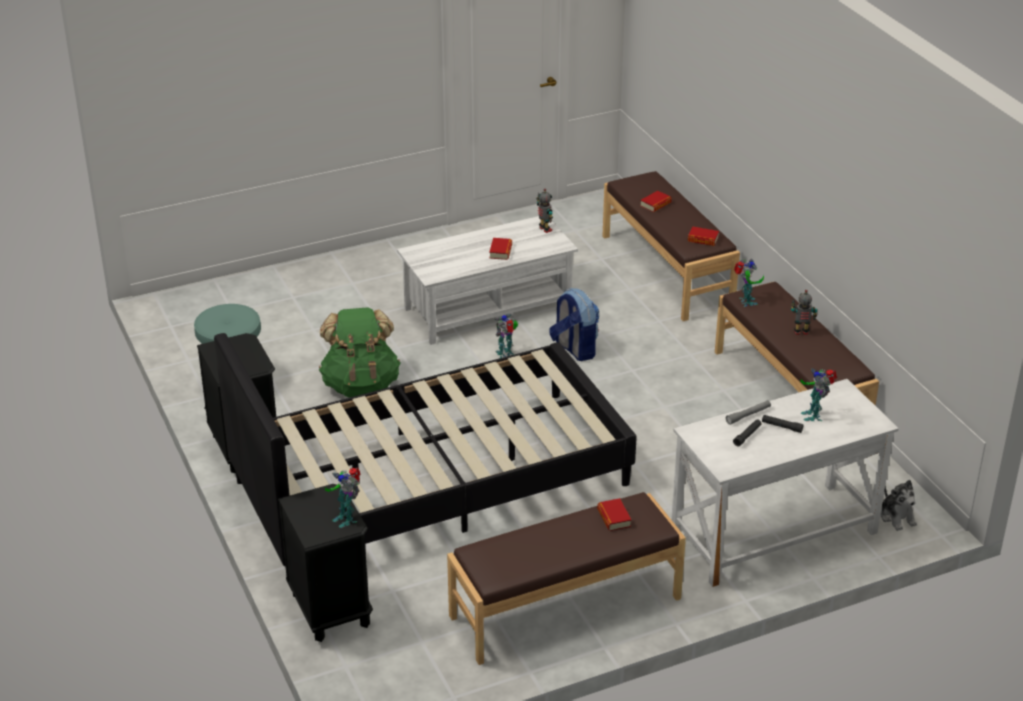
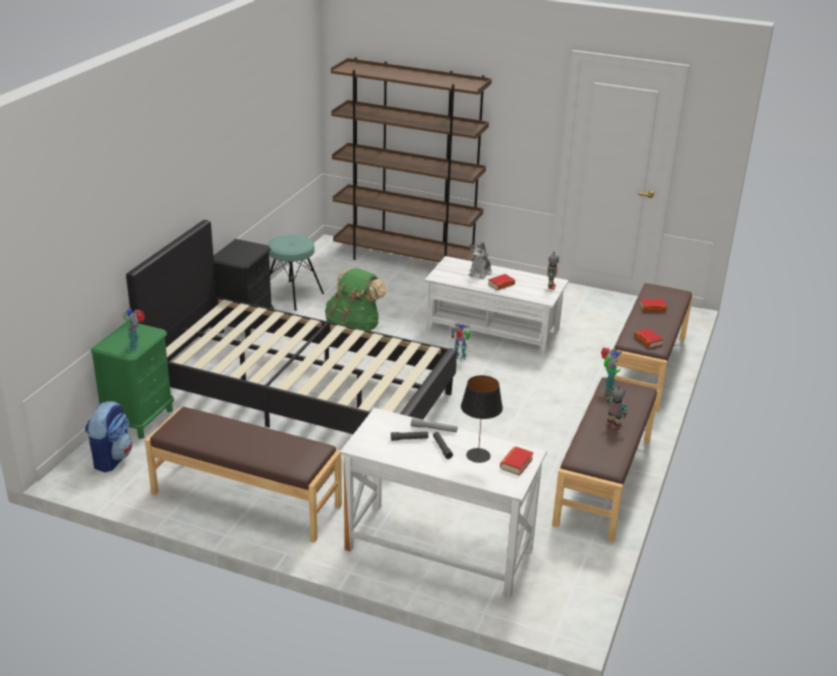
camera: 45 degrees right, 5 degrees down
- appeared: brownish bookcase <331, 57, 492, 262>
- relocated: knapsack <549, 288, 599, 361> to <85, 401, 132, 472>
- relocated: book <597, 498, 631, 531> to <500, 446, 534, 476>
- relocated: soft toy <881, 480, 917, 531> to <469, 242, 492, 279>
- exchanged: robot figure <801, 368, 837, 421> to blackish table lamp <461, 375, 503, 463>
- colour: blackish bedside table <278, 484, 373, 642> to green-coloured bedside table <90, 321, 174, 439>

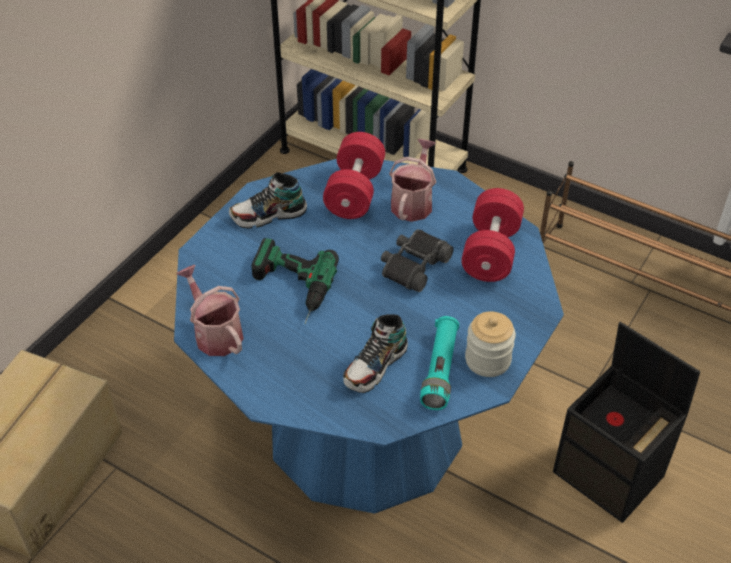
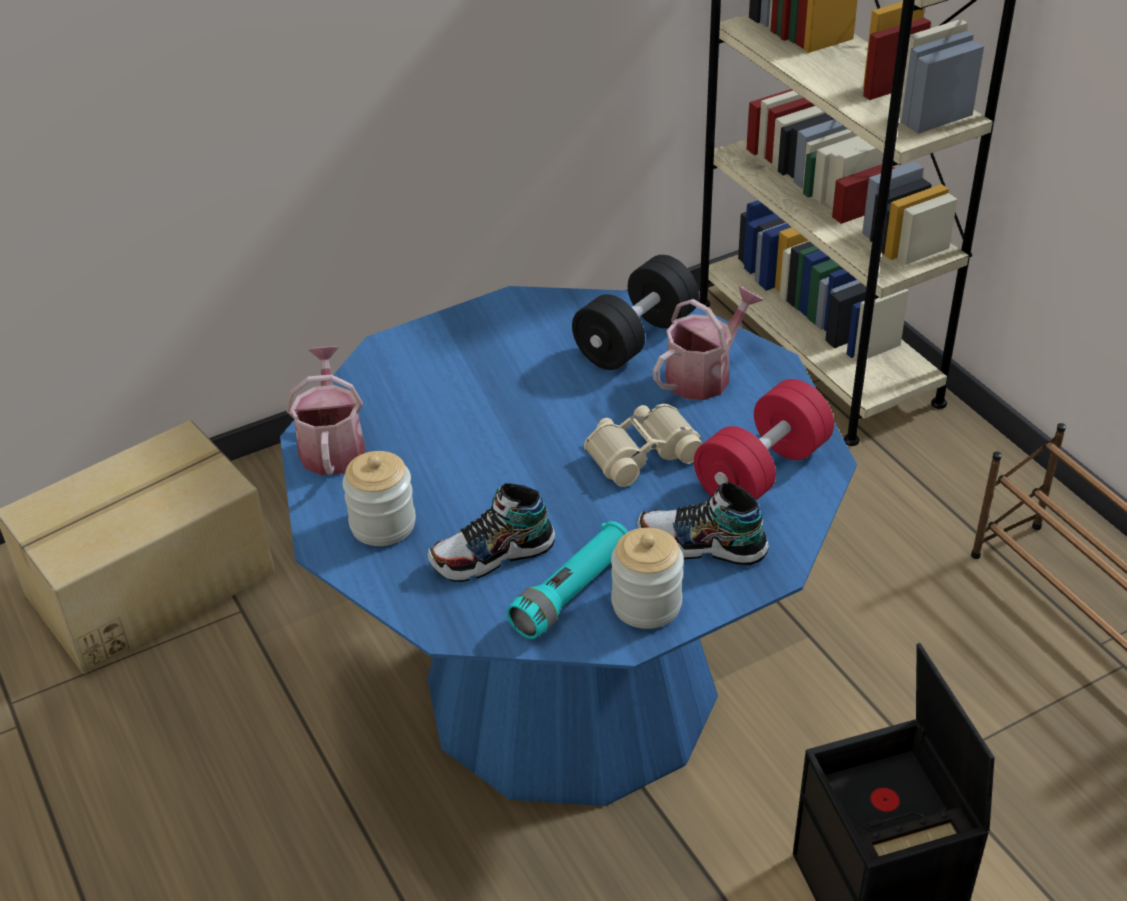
camera: 30 degrees right, 5 degrees down
- missing: drill <252, 238, 339, 324>
- appeared: storage jar <342, 451, 416, 546>
- relocated: item of footwear <229, 172, 307, 229> to <637, 482, 769, 565>
- colour: reddish hand weight <323, 132, 385, 219> to blackish hand weight <572, 255, 699, 370>
- colour: blackish field glasses <381, 229, 454, 292> to beige-coloured field glasses <584, 404, 702, 487>

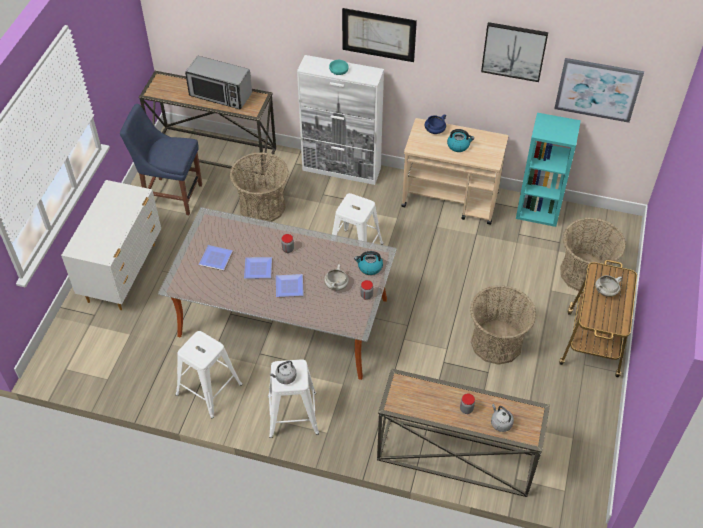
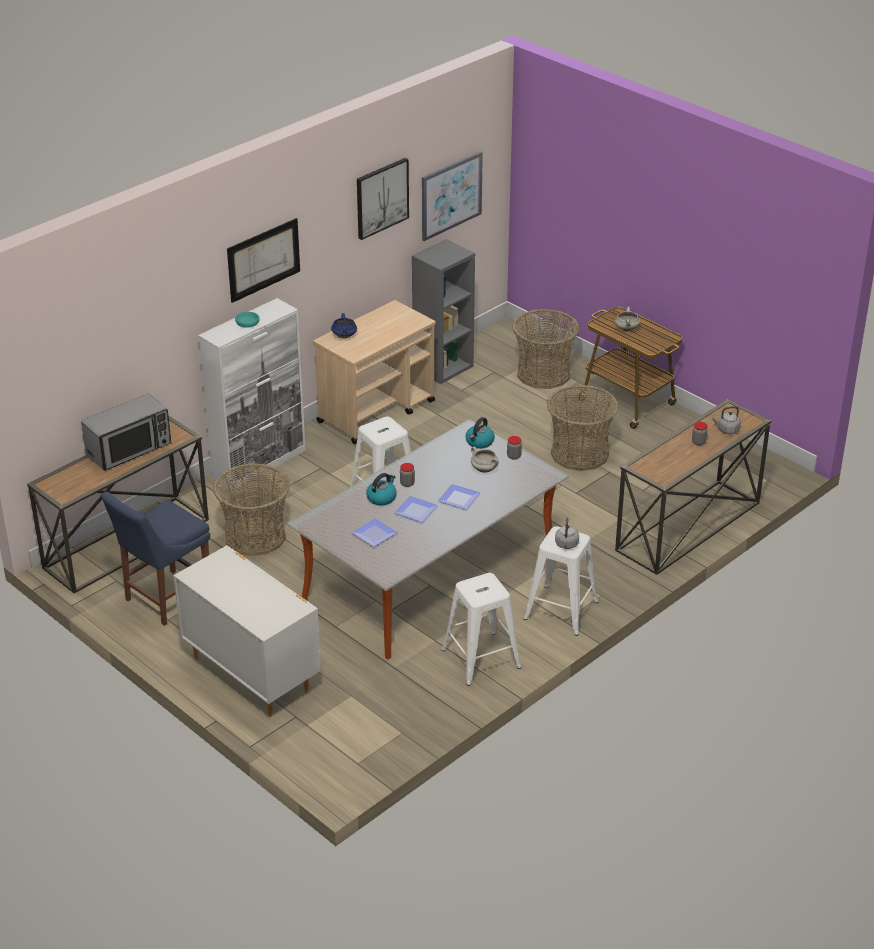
camera: 60 degrees left, 15 degrees down
- relocated: kettle <447, 129, 474, 152> to <366, 473, 397, 506>
- colour: turquoise bookcase <516, 113, 581, 227> to grey bookcase <412, 239, 475, 384>

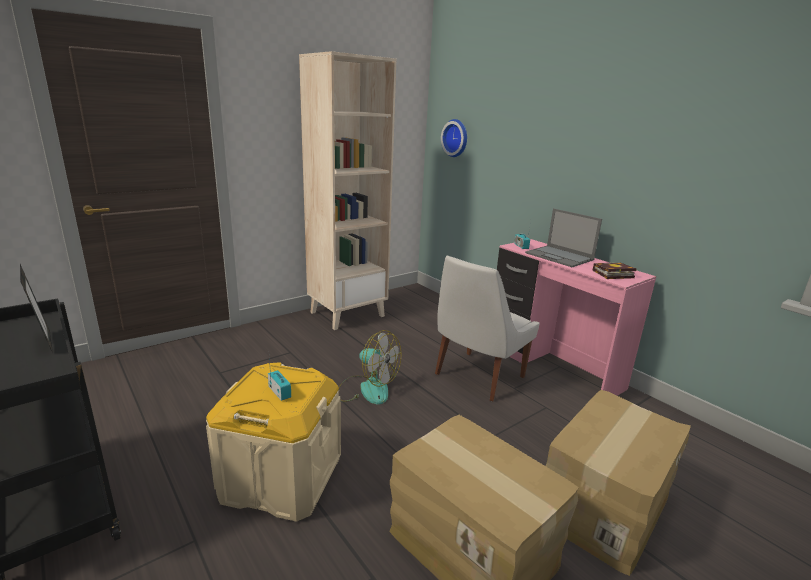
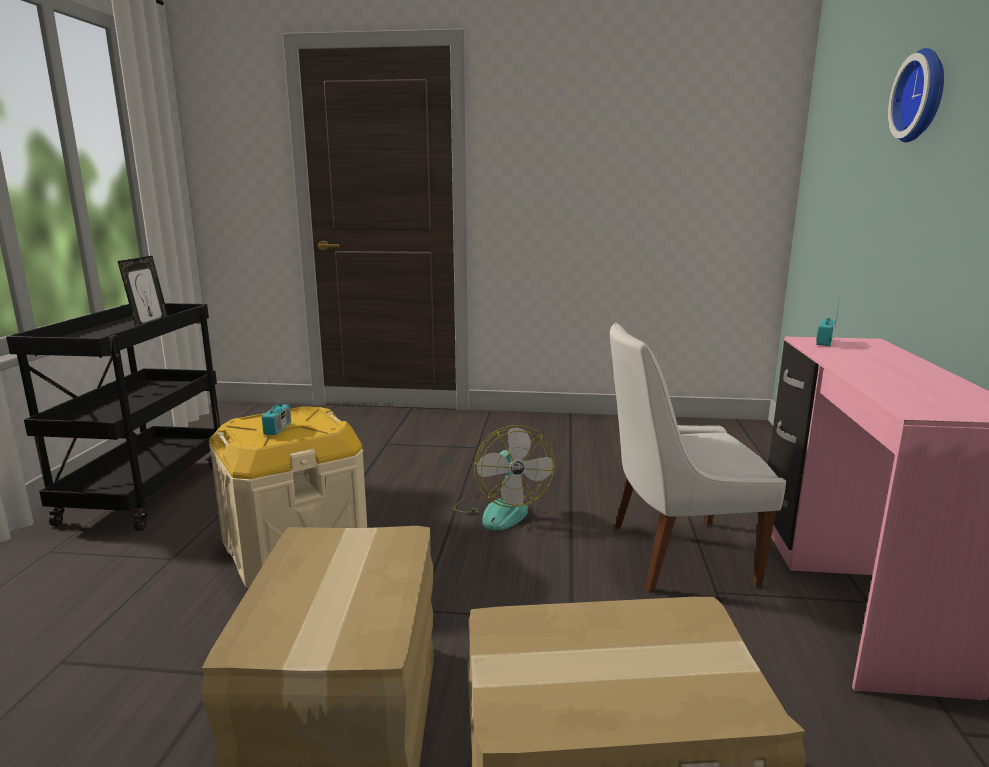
camera: 45 degrees right, 5 degrees down
- missing: beige-coloured bookcase <299, 51, 396, 330>
- missing: laptop <525, 209, 602, 267>
- missing: book <592, 263, 636, 279>
- relocated: wall clock <441, 119, 467, 157> to <888, 48, 944, 142>

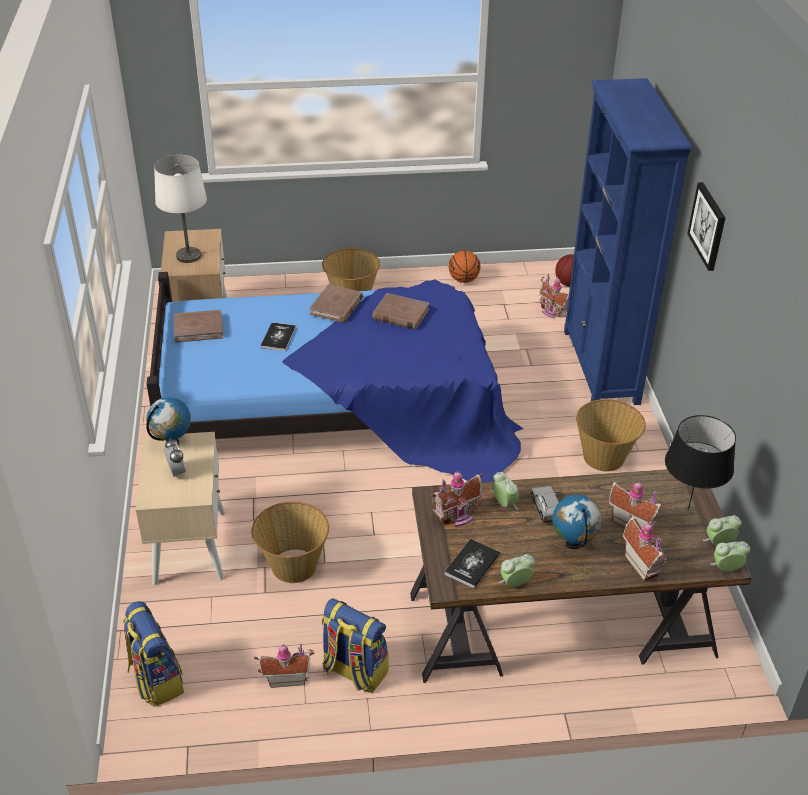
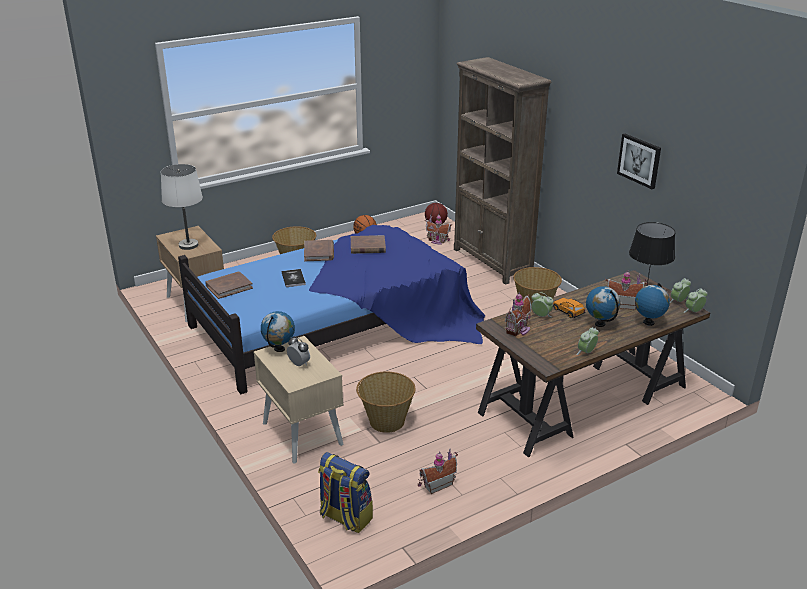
camera: 25 degrees left, 10 degrees down
- missing: knapsack <322, 598, 389, 693>
- missing: book <445, 539, 500, 588>
- relocated: wall art <687, 182, 725, 271> to <617, 134, 661, 189>
- exchanged: toy house <623, 514, 666, 581> to world globe <635, 283, 670, 326>
- colour: grey toy car <531, 486, 560, 523> to orange-coloured toy car <553, 298, 585, 318>
- colour: blue-coloured bookcase <564, 78, 692, 405> to brownish bookcase <454, 57, 551, 285>

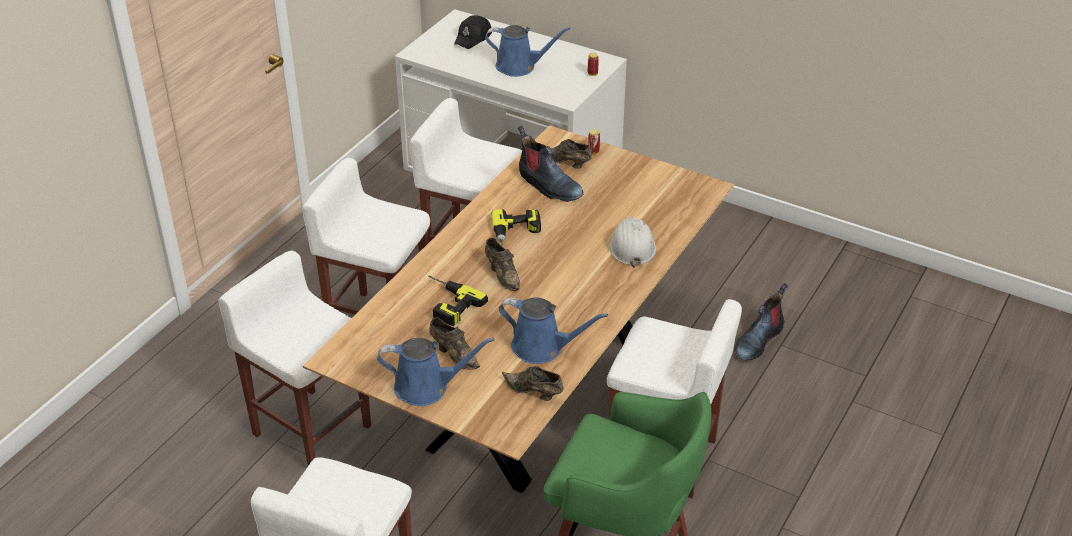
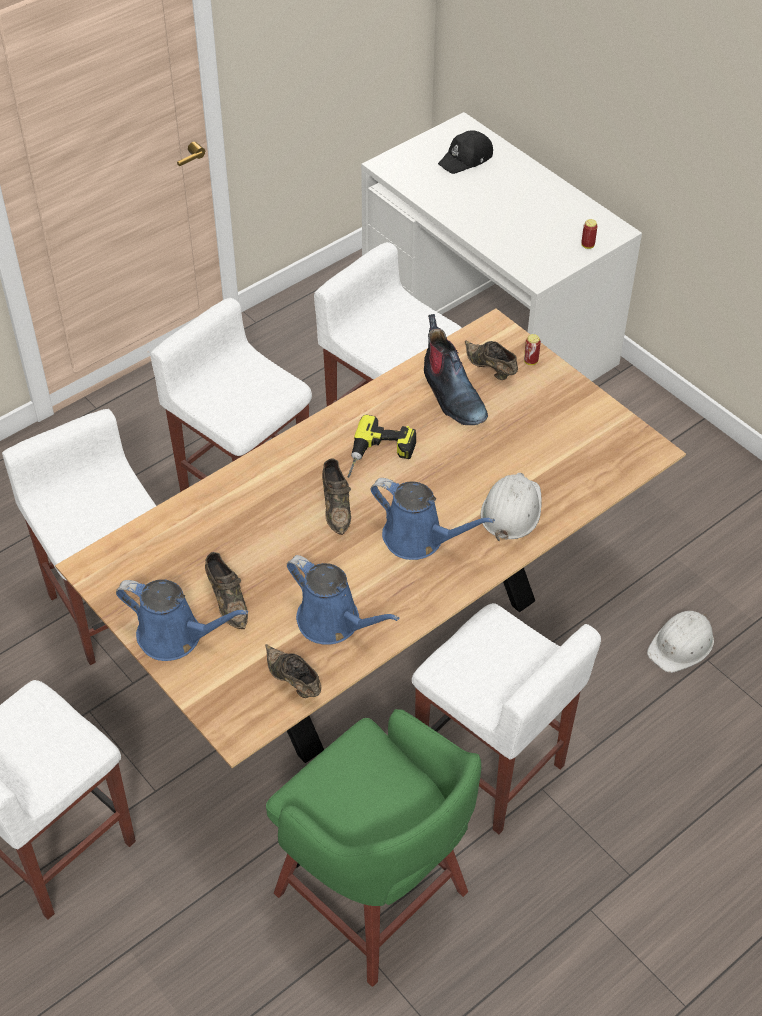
camera: 20 degrees right, 10 degrees up
- missing: drill <428, 276, 488, 326>
- relocated: blue-coloured watering can <485, 25, 571, 77> to <370, 478, 495, 560>
- exchanged: tall boot <734, 283, 788, 360> to whitish safety helmet <647, 611, 714, 673>

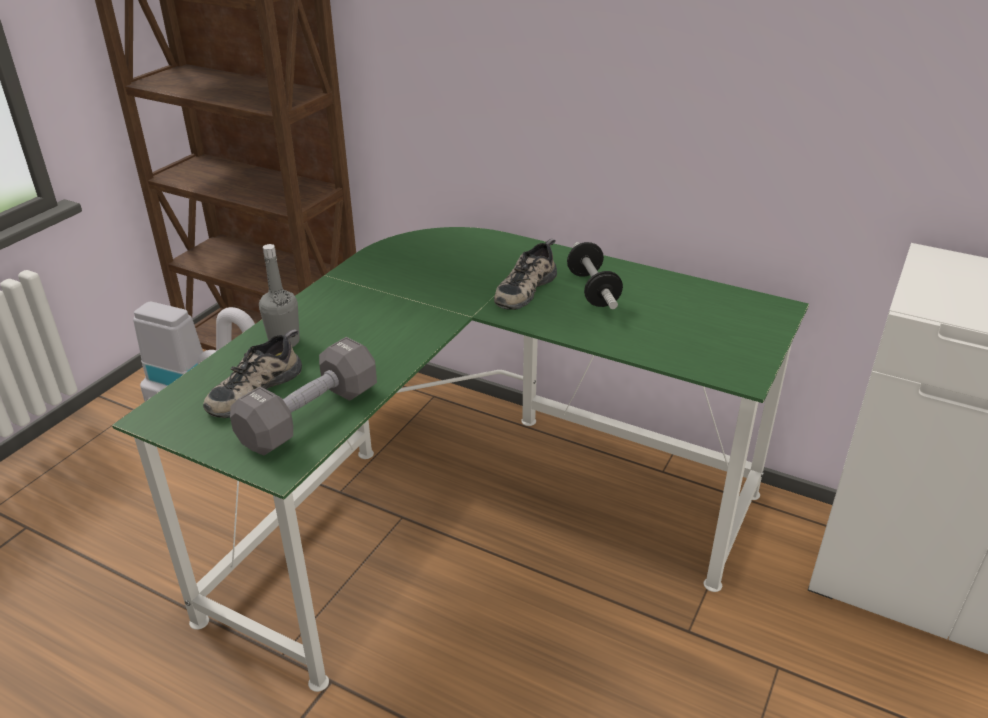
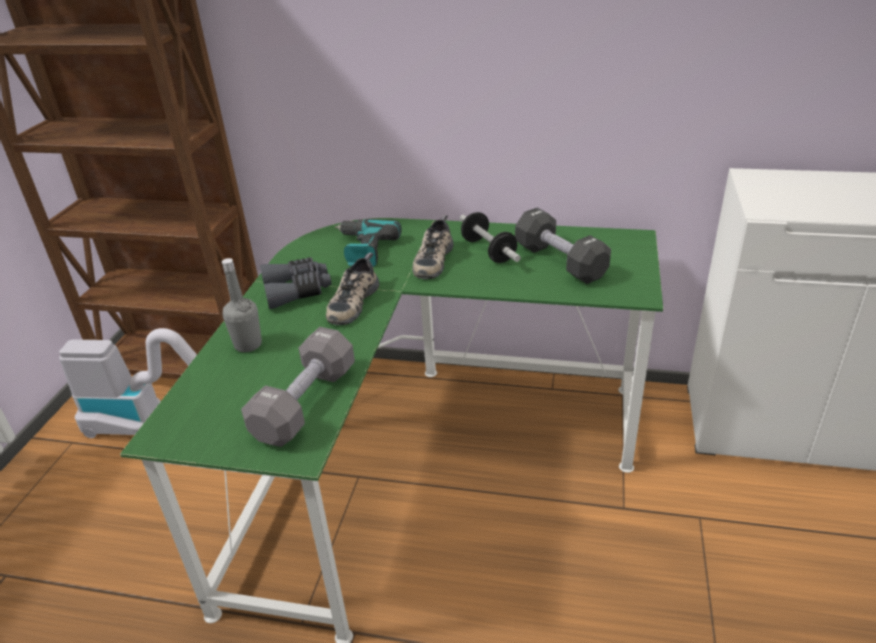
camera: 15 degrees left, 0 degrees up
- appeared: grey field glasses <260, 257, 332, 309>
- appeared: drill <335, 219, 402, 267>
- appeared: blackish hand weight <515, 208, 611, 284>
- relocated: item of footwear <203, 329, 302, 418> to <326, 253, 379, 325>

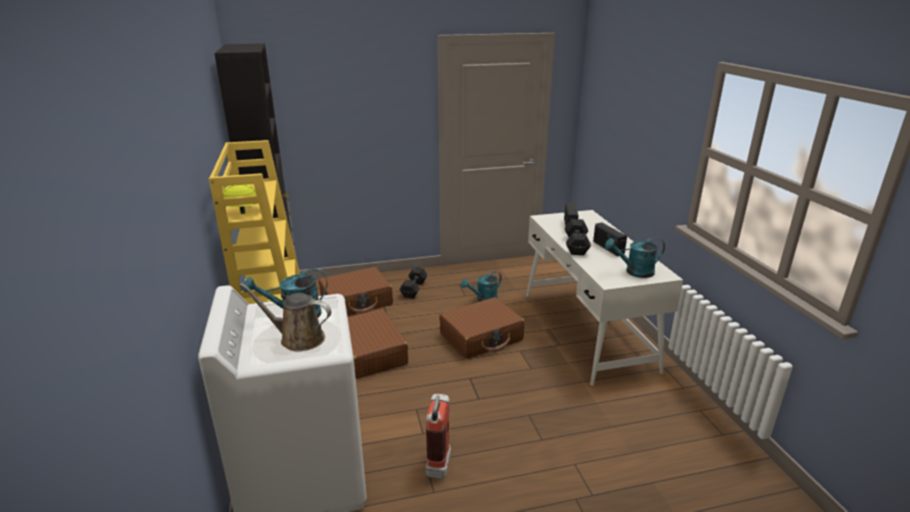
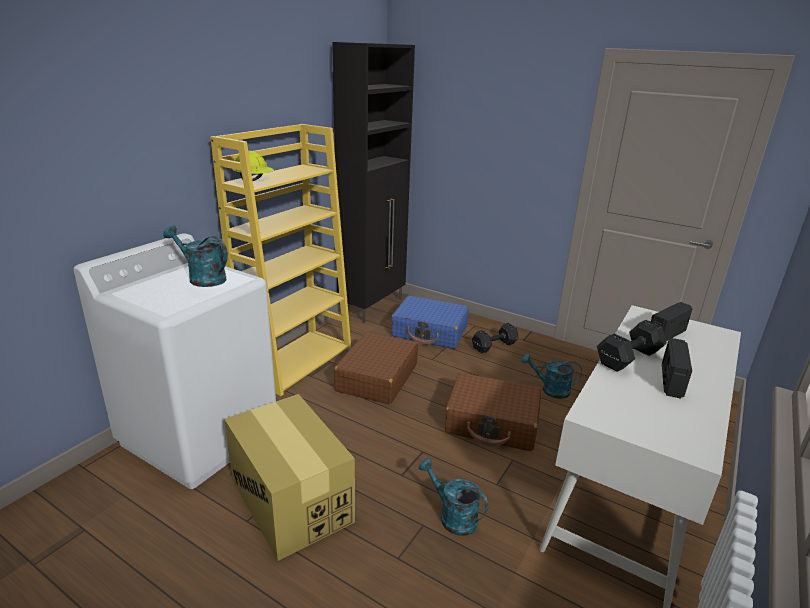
camera: 45 degrees right, 0 degrees up
- missing: brownish watering can <239, 283, 331, 351>
- relocated: turquoise watering can <605, 237, 665, 278> to <419, 458, 488, 536>
- exchanged: fire extinguisher <426, 394, 451, 479> to carton <224, 394, 355, 561>
- colour: brownish piece of luggage <319, 267, 393, 315> to blue-coloured piece of luggage <391, 296, 469, 349>

